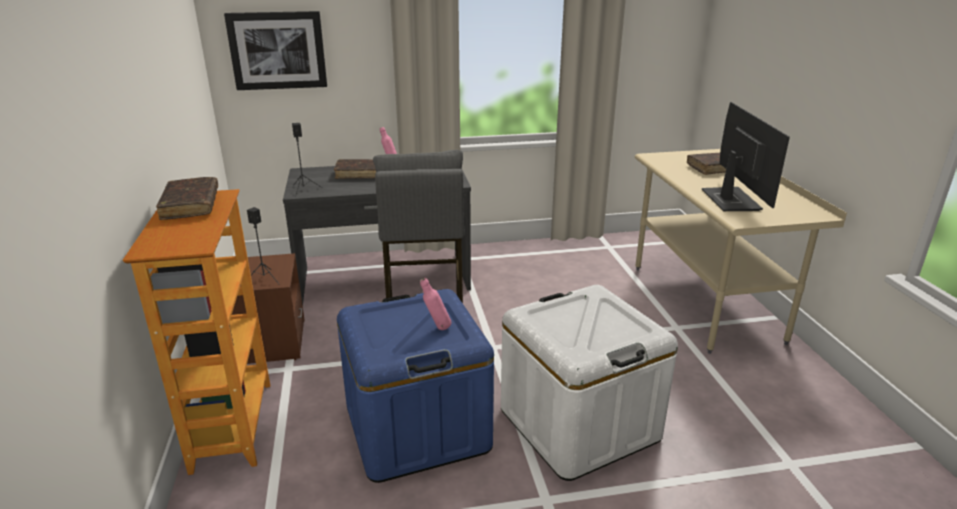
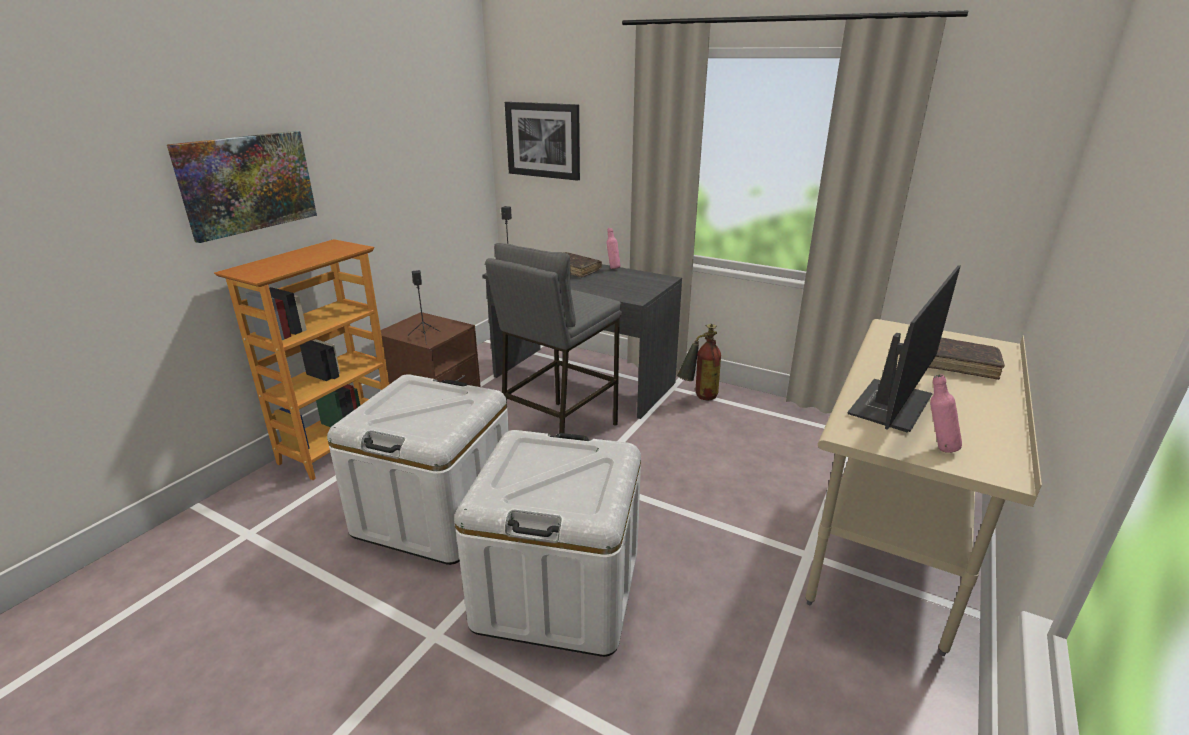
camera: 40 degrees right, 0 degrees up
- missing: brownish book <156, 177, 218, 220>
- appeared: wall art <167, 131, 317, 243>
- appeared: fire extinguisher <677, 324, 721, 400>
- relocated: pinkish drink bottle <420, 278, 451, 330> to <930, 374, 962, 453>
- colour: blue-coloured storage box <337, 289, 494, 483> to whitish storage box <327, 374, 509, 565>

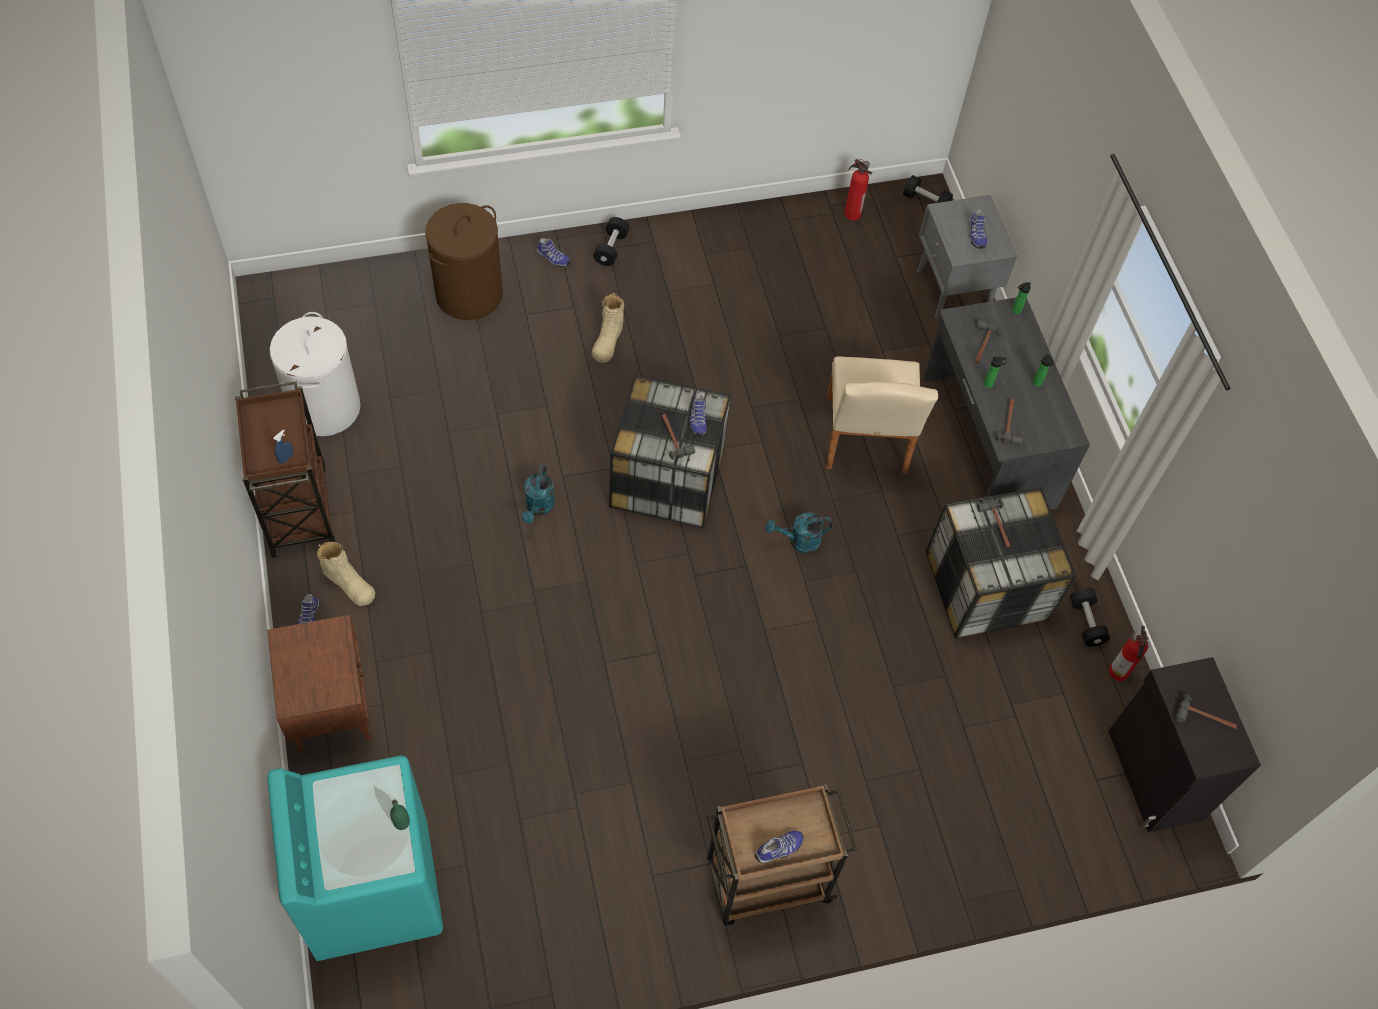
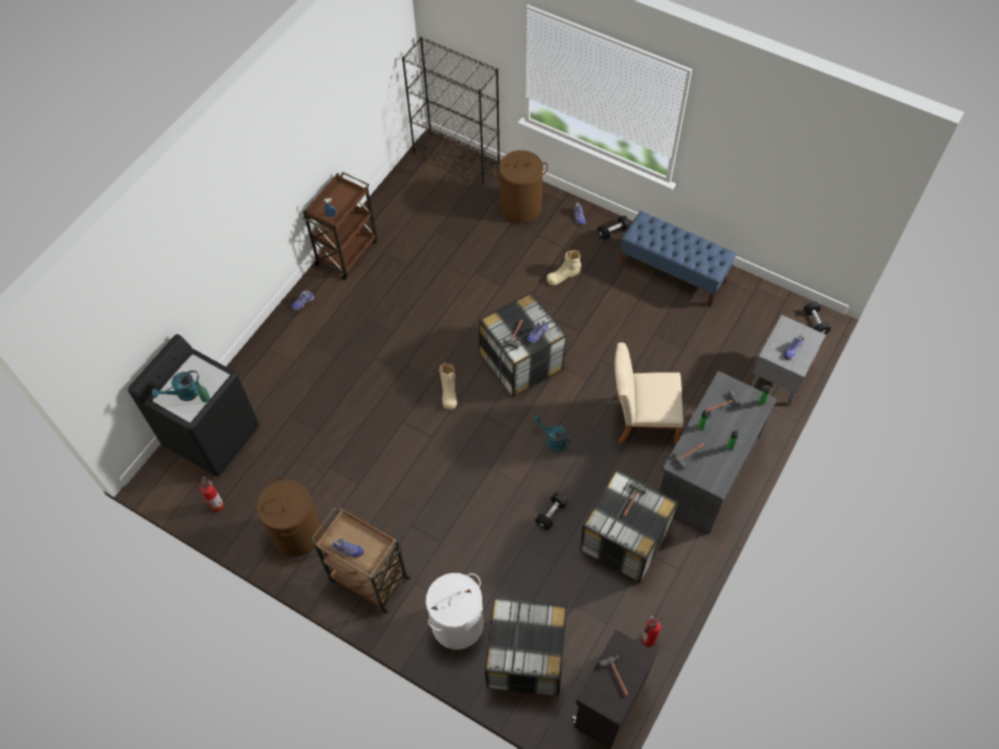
camera: 50 degrees right, 0 degrees up
- missing: brownish bedside table <267, 615, 371, 753>
- appeared: brownish washing basket <257, 476, 322, 557>
- appeared: blackish bookcase <402, 37, 500, 185>
- appeared: storage box <485, 597, 567, 696>
- appeared: blue-coloured indoor bench <620, 211, 736, 307>
- relocated: whitish washing basket <270, 312, 361, 436> to <426, 573, 484, 650>
- relocated: beige-coloured tall boot <317, 542, 375, 606> to <439, 362, 457, 410>
- relocated: turquoise watering can <521, 465, 555, 523> to <152, 370, 199, 401>
- relocated: fire extinguisher <844, 159, 872, 221> to <201, 476, 224, 512>
- relocated: blackish hand weight <1070, 588, 1110, 646> to <535, 492, 568, 530>
- colour: turquoise laundry machine <267, 756, 443, 961> to blackish laundry machine <128, 334, 259, 477>
- spun: beige-coloured upright chair <827, 356, 938, 474> = <615, 342, 684, 445> 45 degrees clockwise

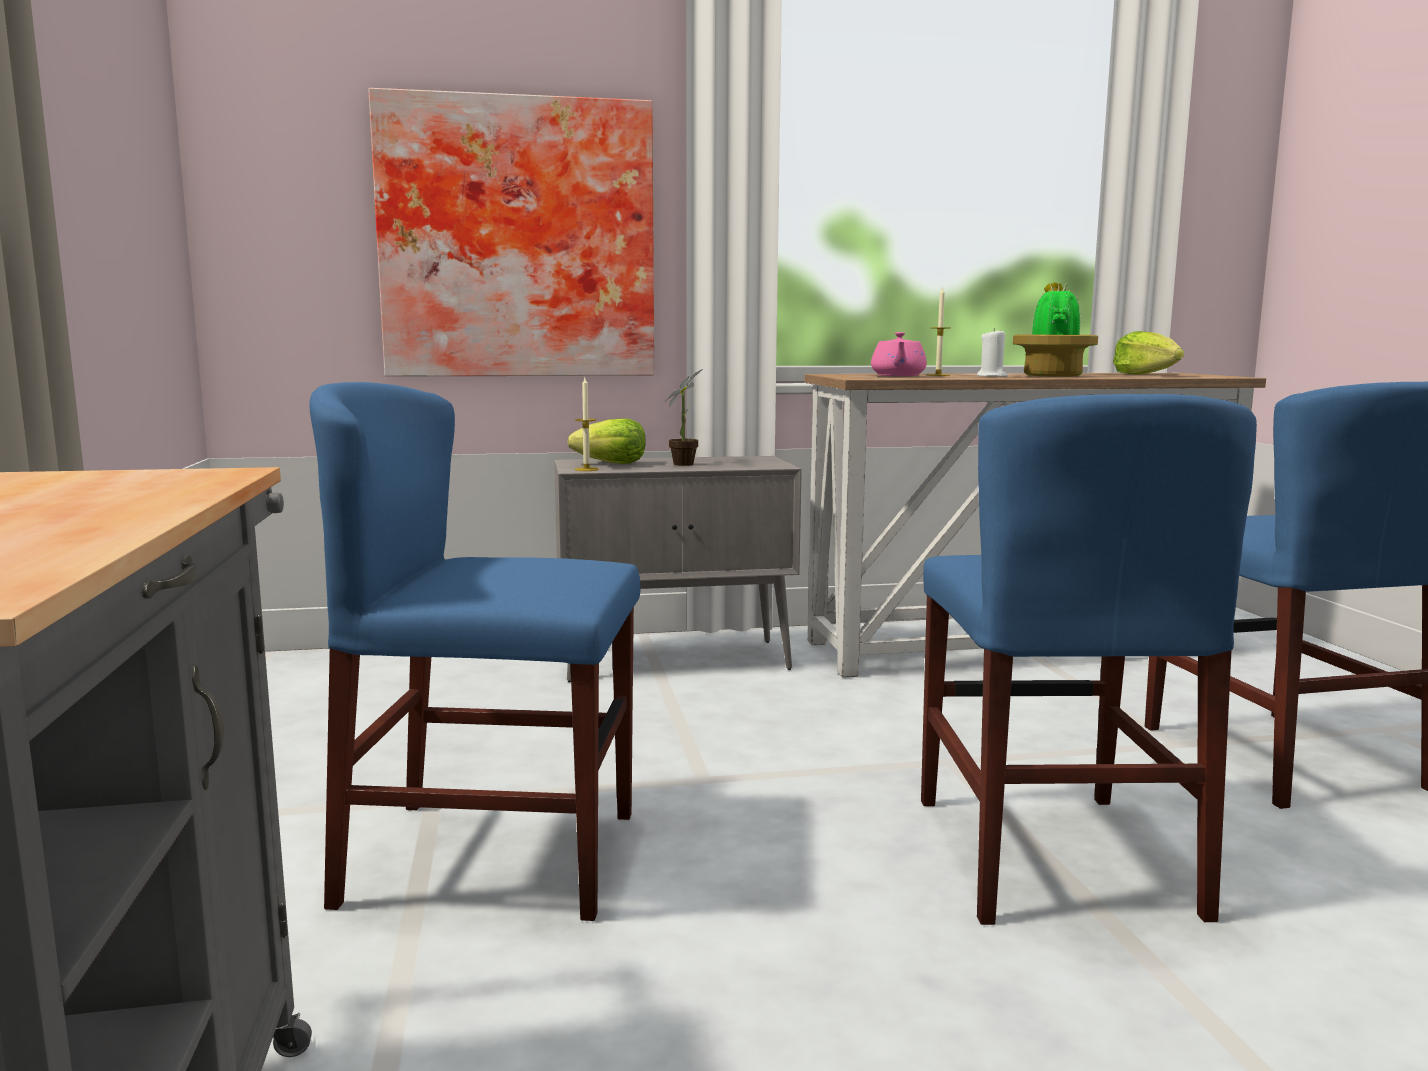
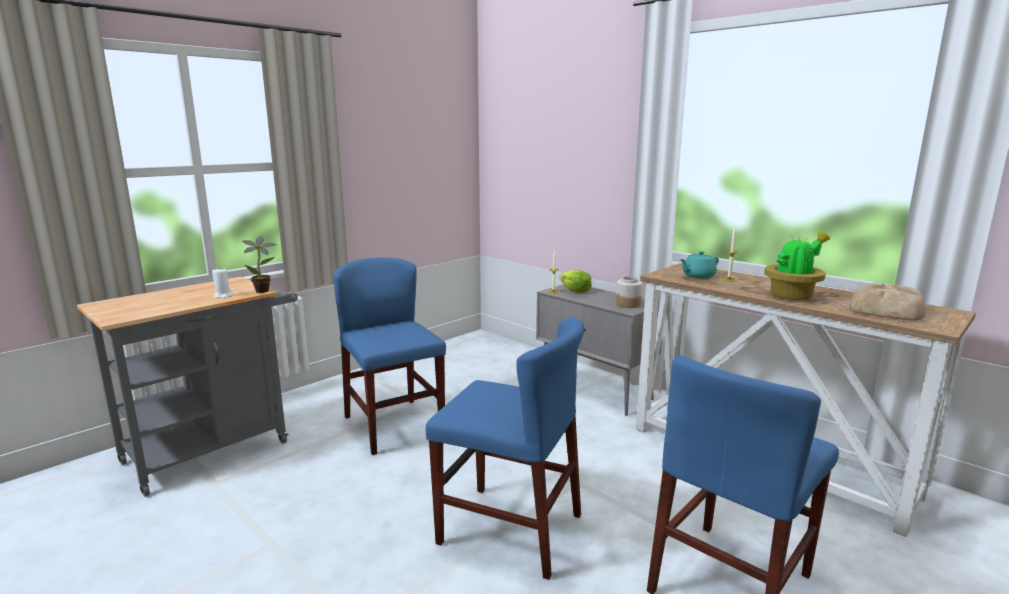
camera: 55 degrees right, 5 degrees up
- missing: wall art <368, 88, 654, 377>
- appeared: storage jar <616, 276, 642, 308>
- relocated: houseplant <666, 369, 703, 466> to <242, 236, 277, 293>
- relocated: whitish candle <977, 328, 1008, 377> to <212, 267, 233, 298>
- exchanged: lettuce <1113, 331, 1184, 375> to baked bread <849, 283, 926, 320>
- colour: pinkish teapot <871, 332, 927, 376> to turquoise teapot <680, 251, 719, 279>
- spun: blue-coloured upright chair <921, 394, 1257, 925> = <426, 317, 584, 580> 120 degrees counterclockwise

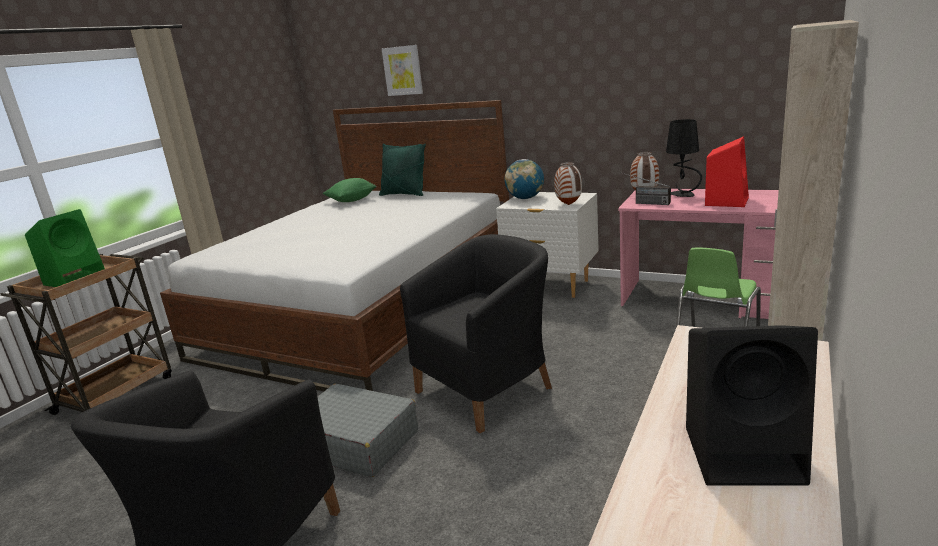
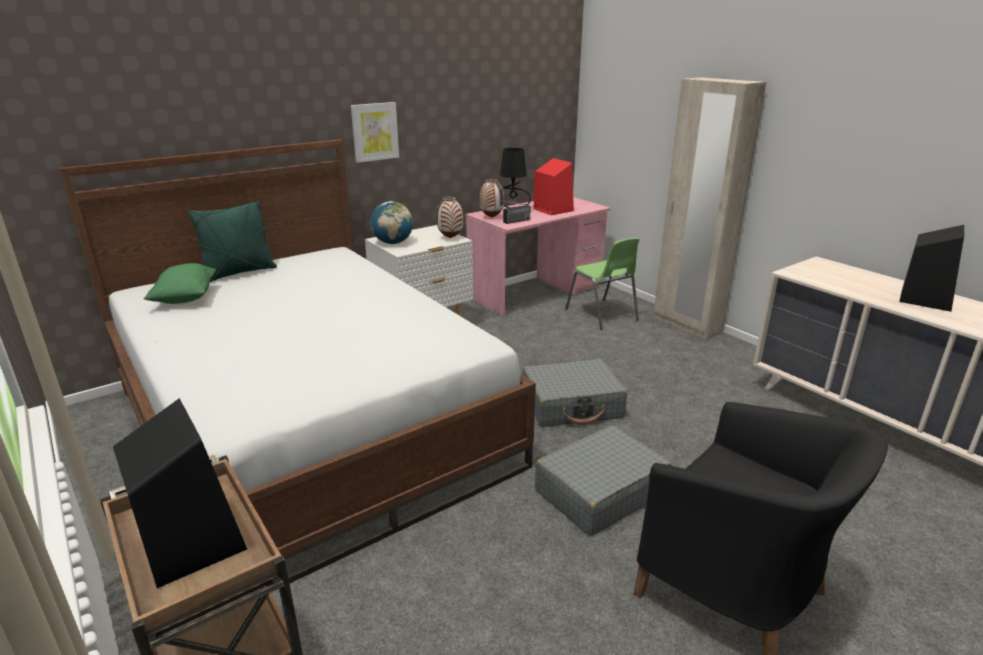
camera: 65 degrees left, 5 degrees up
- relocated: wall art <382, 45, 423, 96> to <351, 102, 399, 163>
- exchanged: blackish lounge chair <400, 234, 552, 433> to grey piece of luggage <522, 359, 627, 427>
- colour: green-coloured loudspeaker <25, 209, 105, 287> to blackish loudspeaker <113, 398, 247, 588>

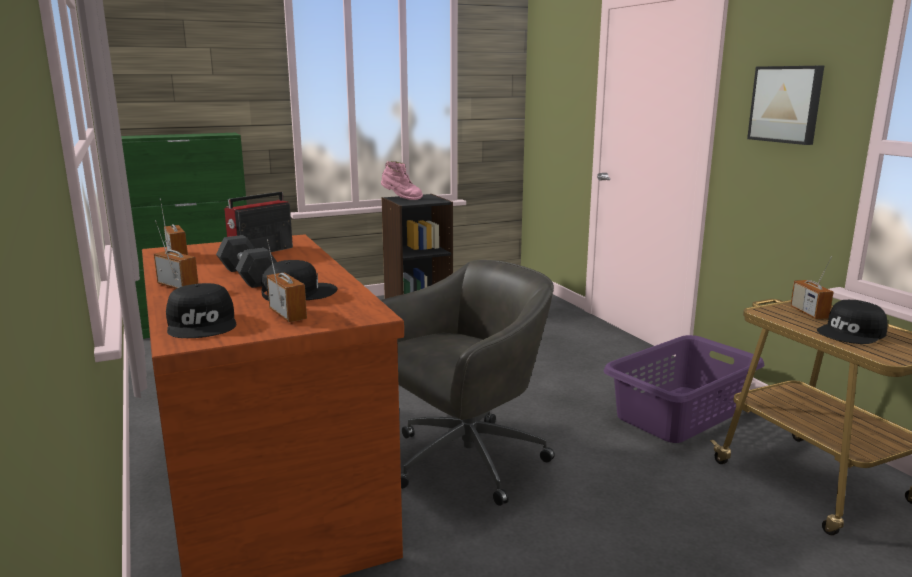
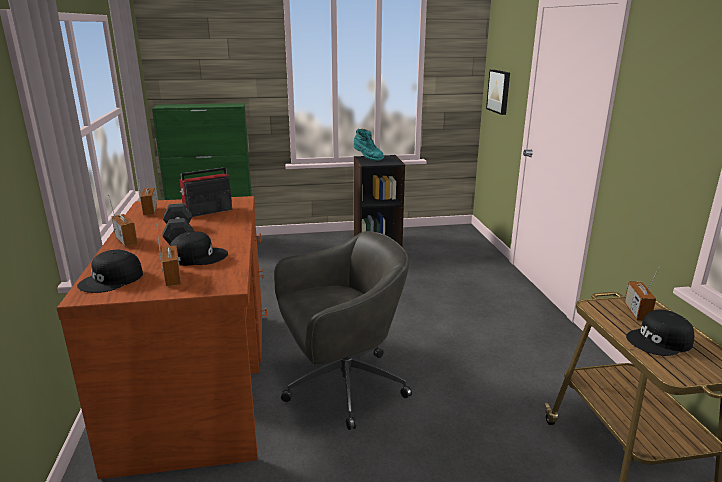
camera: 15 degrees right, 5 degrees up
- missing: purplish washing basket <603, 335, 764, 443>
- relocated: wall art <747, 66, 824, 145> to <486, 69, 510, 115>
- colour: pinkish tall boot <381, 161, 423, 200> to turquoise tall boot <353, 129, 384, 161>
- spun: blackish peaked cap <166, 283, 237, 338> = <77, 250, 143, 293> 45 degrees clockwise

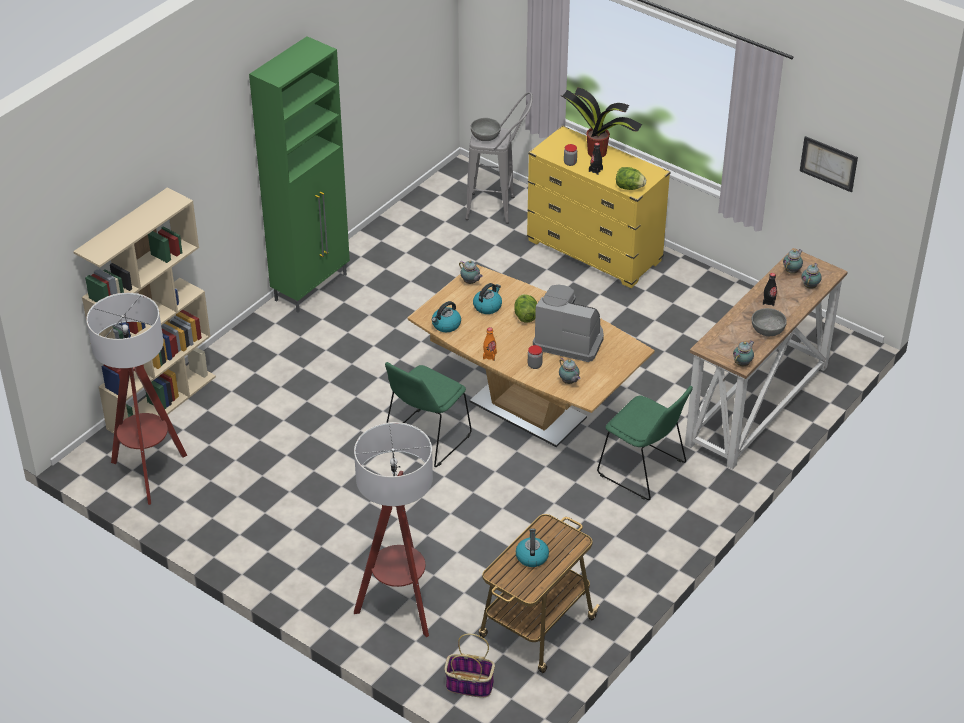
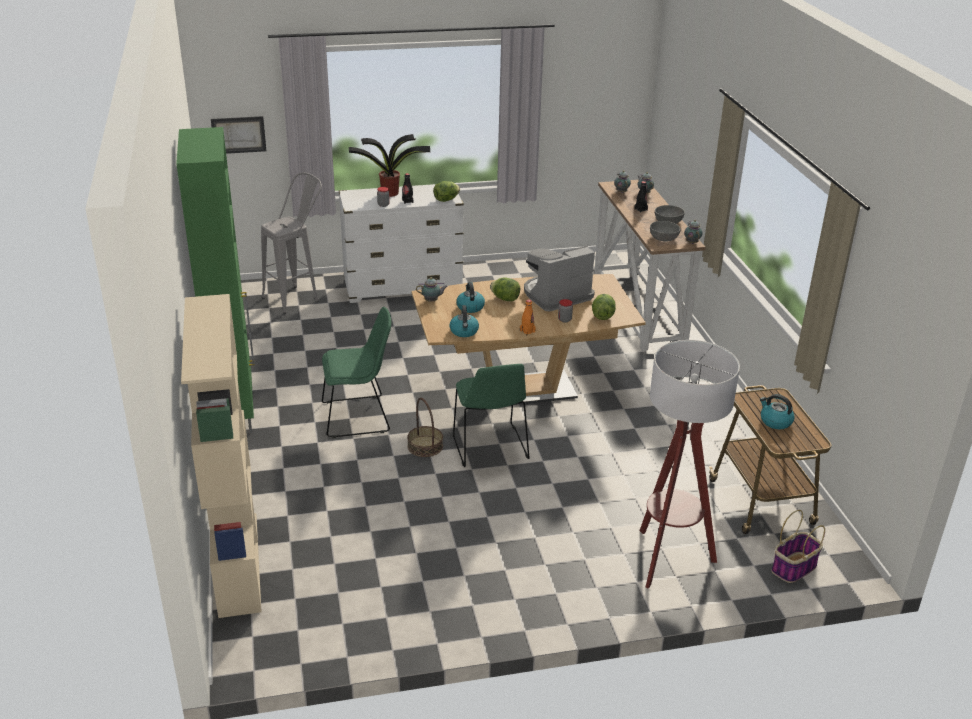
camera: 50 degrees left, 10 degrees down
- missing: floor lamp <86, 293, 187, 505>
- appeared: basket <407, 398, 443, 457>
- relocated: grey deep dish <471, 118, 501, 141> to <650, 221, 681, 242>
- relocated: green-coloured upright chair <597, 386, 693, 500> to <322, 307, 391, 438>
- relocated: wall art <800, 136, 858, 192> to <211, 116, 266, 154>
- exchanged: teapot <559, 358, 580, 384> to lettuce <592, 294, 616, 320>
- colour: yellow drawer chest <527, 125, 671, 288> to whitish drawer chest <339, 184, 464, 303>

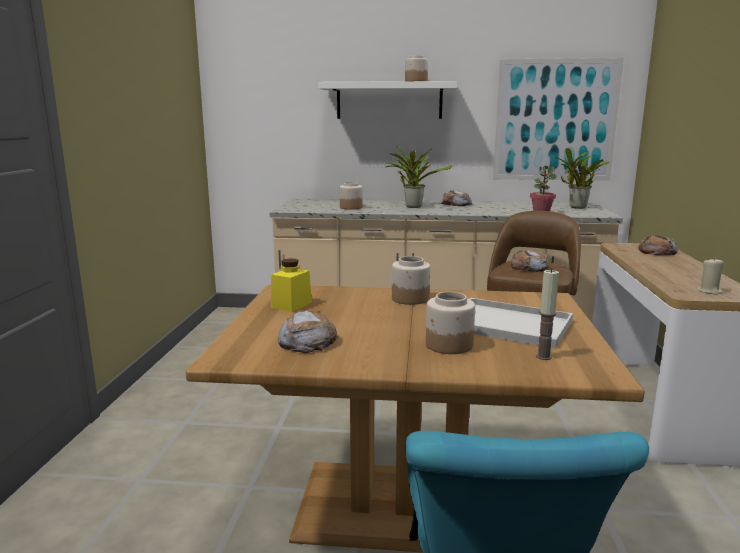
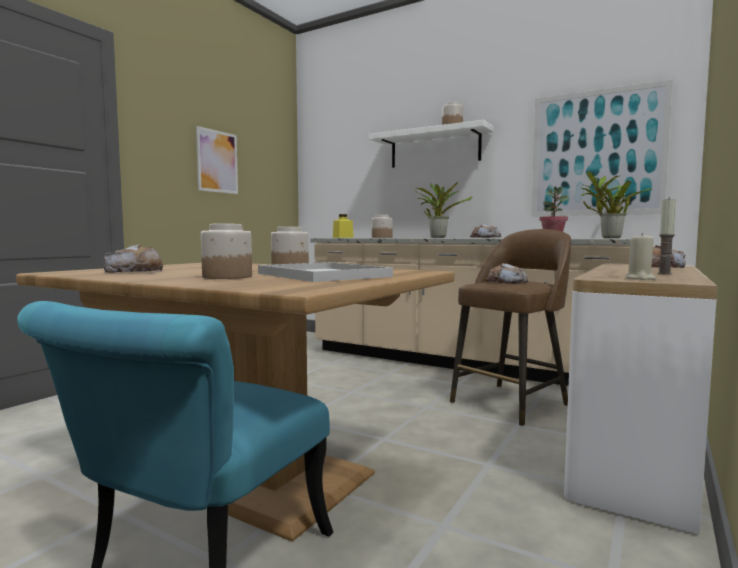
camera: 25 degrees right, 10 degrees down
- appeared: wall art <196, 126, 238, 194>
- relocated: yellow storage jar <271, 259, 312, 312> to <333, 214, 353, 238>
- relocated: candle <536, 269, 559, 360> to <657, 197, 676, 275>

